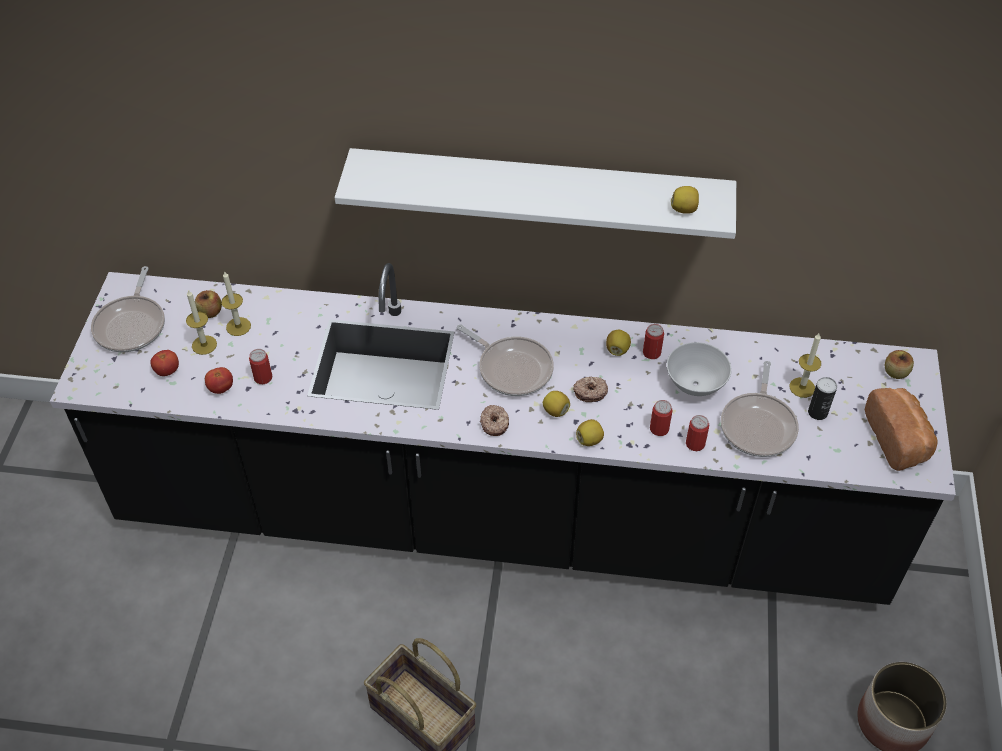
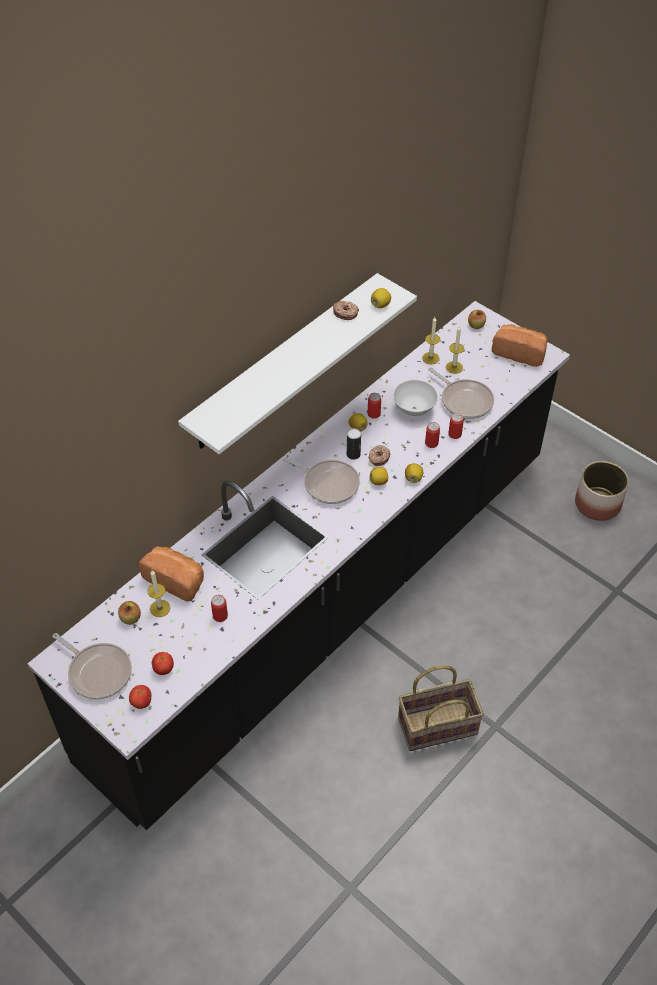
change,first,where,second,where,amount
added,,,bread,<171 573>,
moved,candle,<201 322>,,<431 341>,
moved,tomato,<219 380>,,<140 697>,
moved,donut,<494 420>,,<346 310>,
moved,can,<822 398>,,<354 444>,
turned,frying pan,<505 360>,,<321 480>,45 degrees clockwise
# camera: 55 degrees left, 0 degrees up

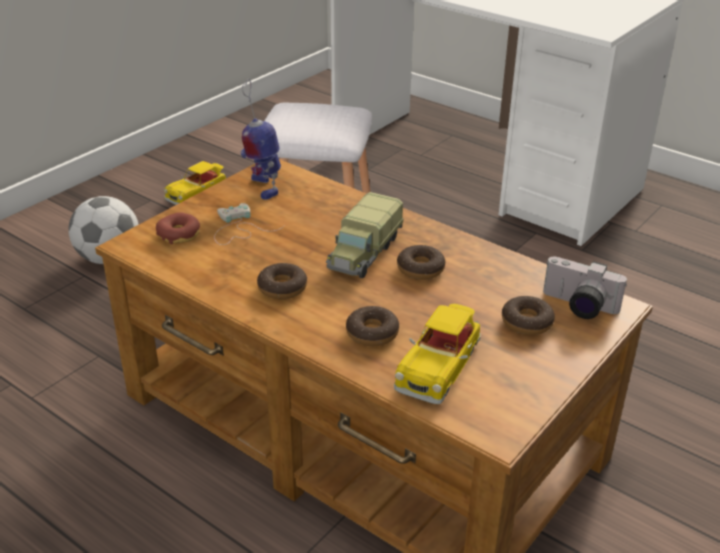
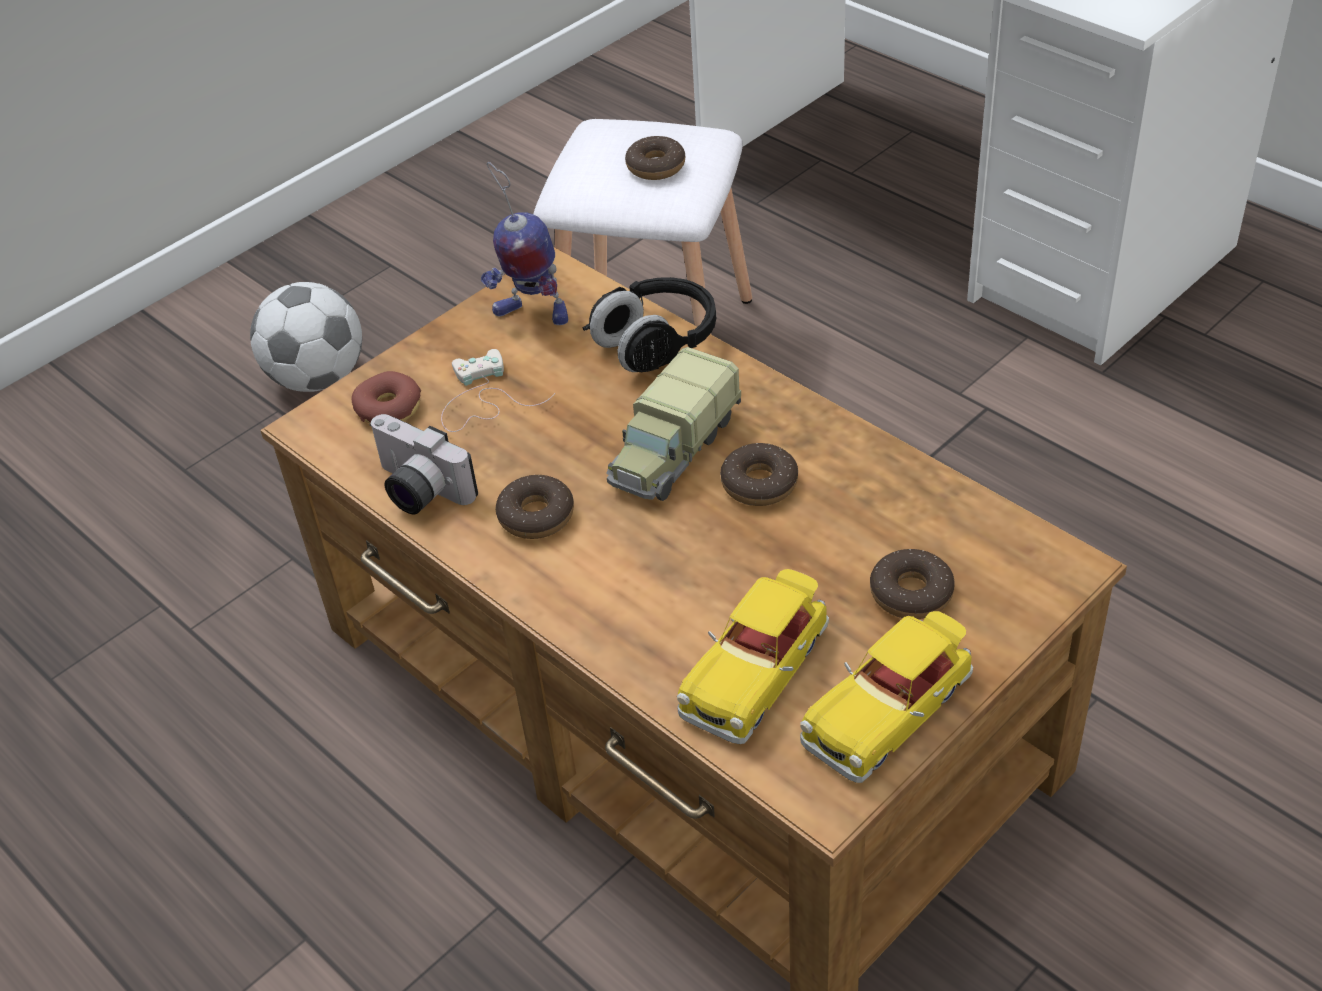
change,first,where,second,where,amount
added,,,headphones in black,<649 324>,
moved,toy car,<194 183>,,<886 697>,
moved,donut,<372 326>,,<655 158>,
moved,photo camera,<585 287>,,<424 464>,
turned,toy robot,<261 139>,,<524 243>,60 degrees counterclockwise
# camera: 10 degrees right, 10 degrees up

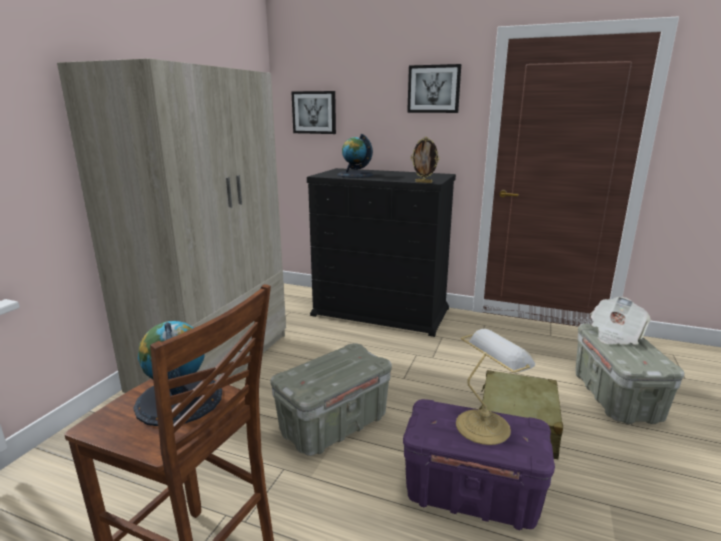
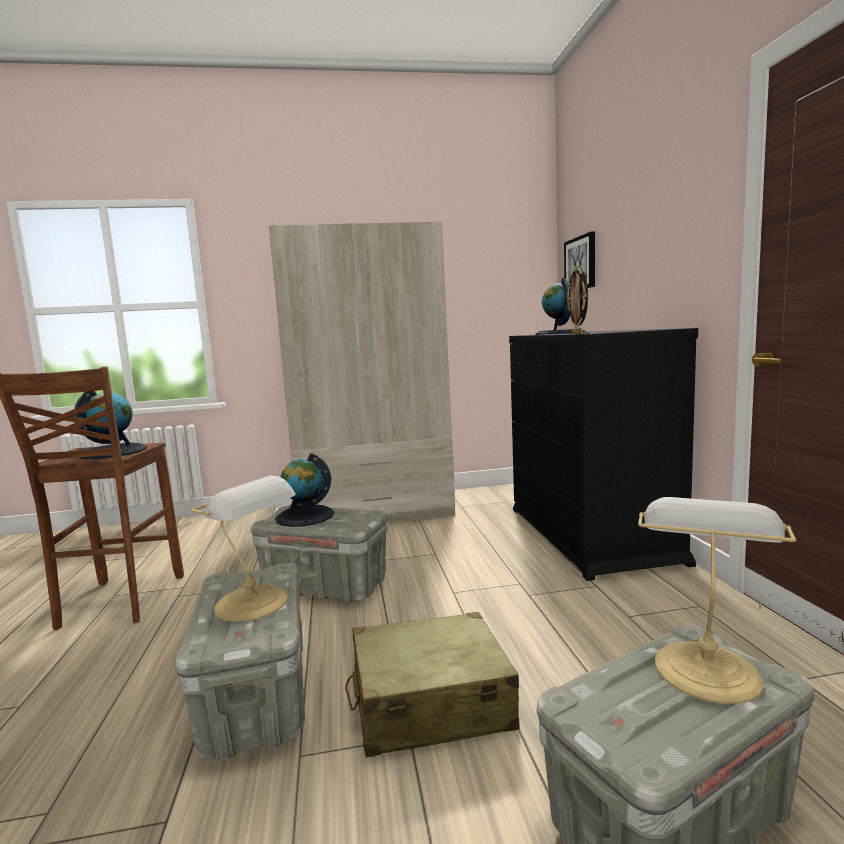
change,first,where,second,where,amount
removed,picture,<434 88>,,,
added,,,globe,<304 490>,
replaced,newspaper,<620 321>,table lamp,<717 600>,
recoloured,storage box in purple,<479 464>,storage box in grey,<239 662>,
# camera: 60 degrees right, 10 degrees down

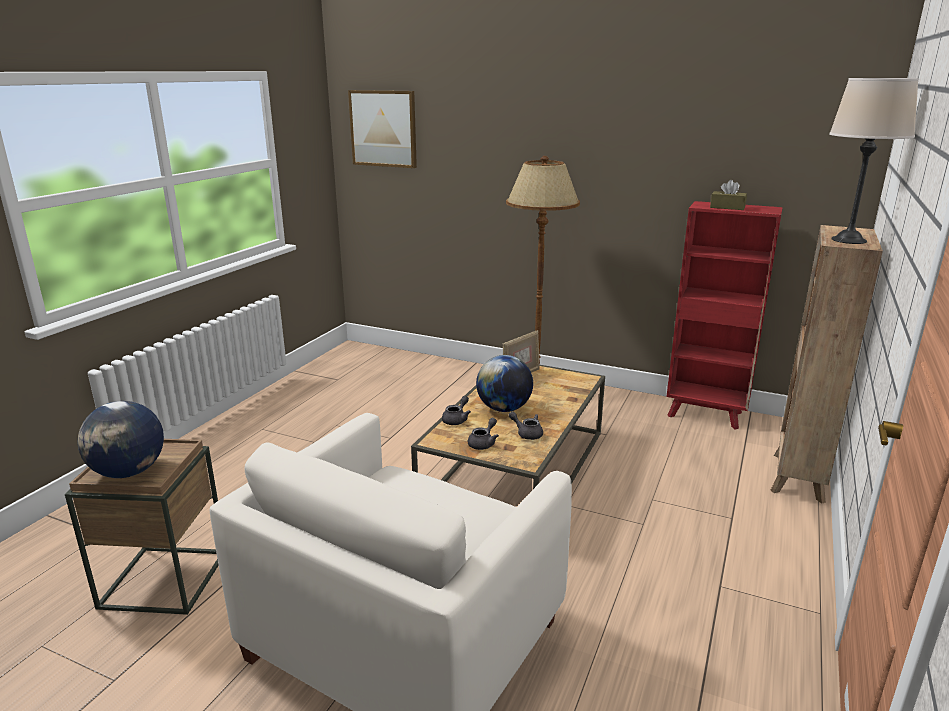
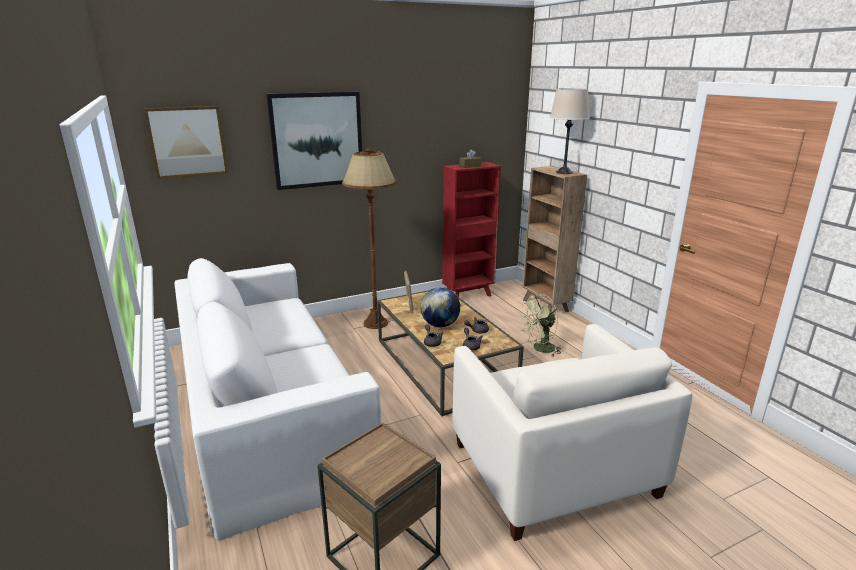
change,first,where,second,where,amount
removed,globe,<120 439>,,,
added,,,sofa in white,<277 399>,
added,,,picture,<314 141>,
added,,,fan in green,<542 325>,
# camera: 50 degrees left, 0 degrees up

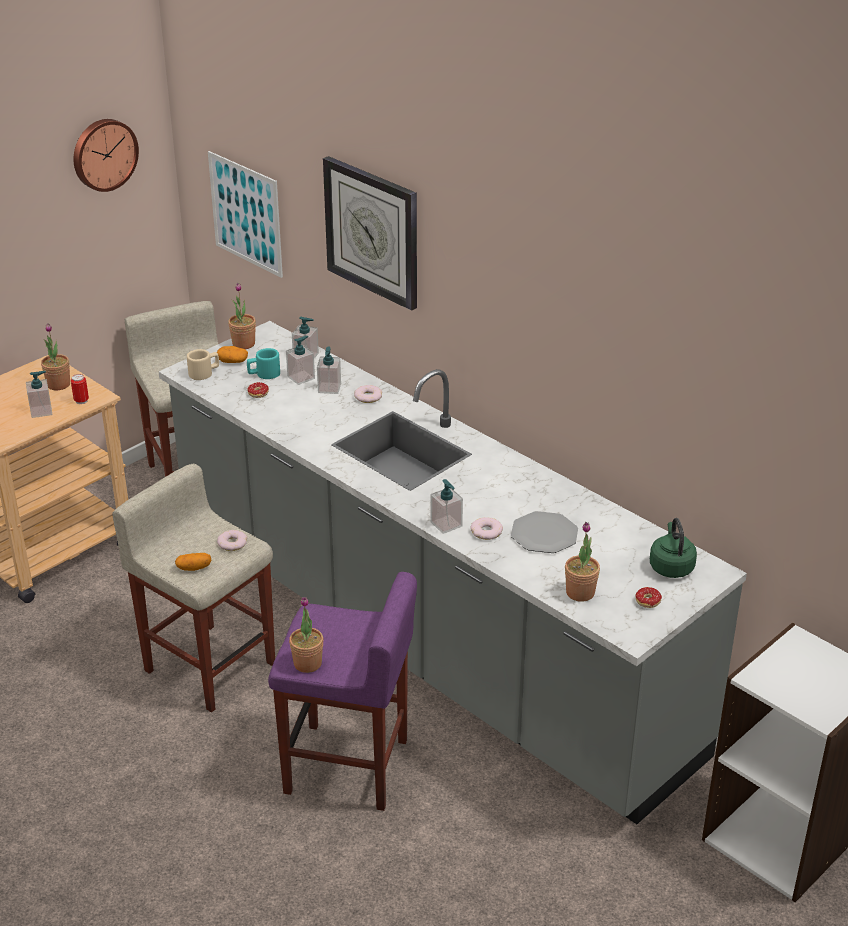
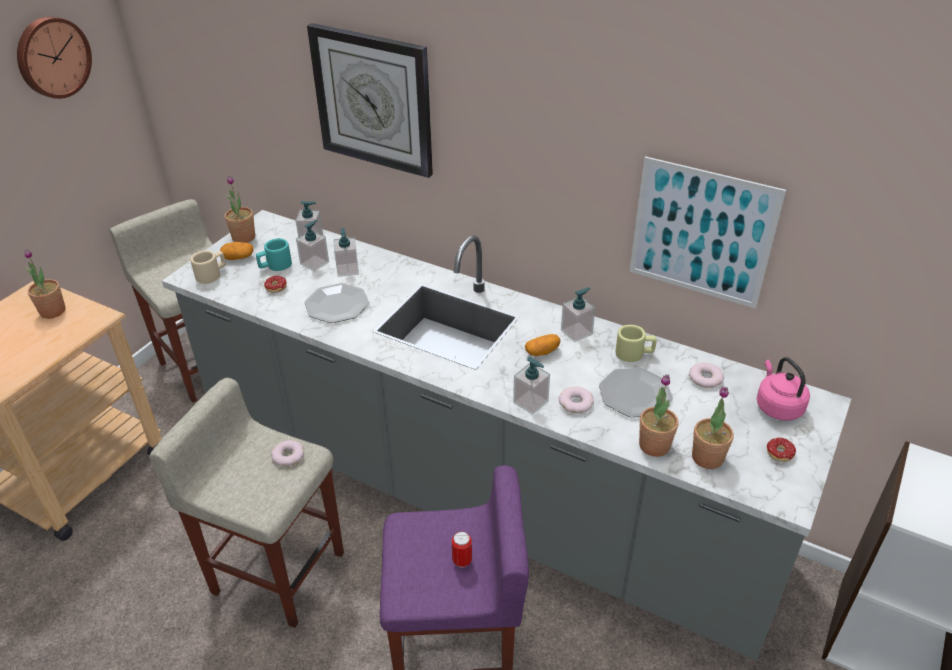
change,first,where,second,where,amount
added,,,plate,<336 303>,
added,,,mug in beige,<635 343>,
moved,soap dispenser,<39 394>,,<578 314>,
moved,can,<80 389>,,<462 549>,
moved,potato,<193 562>,,<542 345>,
moved,picture,<245 214>,,<708 232>,
moved,potted plant,<306 635>,,<659 416>,
moved,donut,<368 394>,,<706 375>,
recoloured,kettle in green,<673 548>,kettle in pink,<783 389>,
# camera: 15 degrees left, 5 degrees up

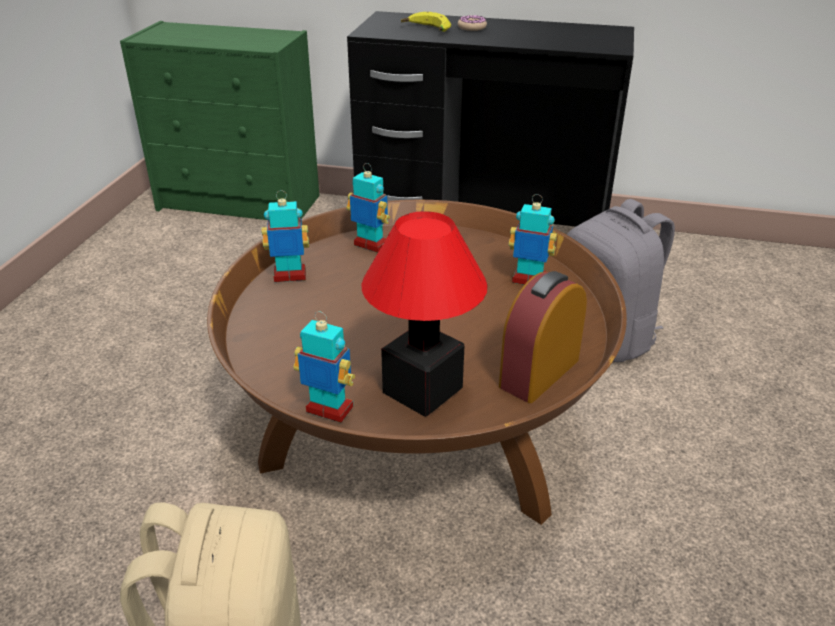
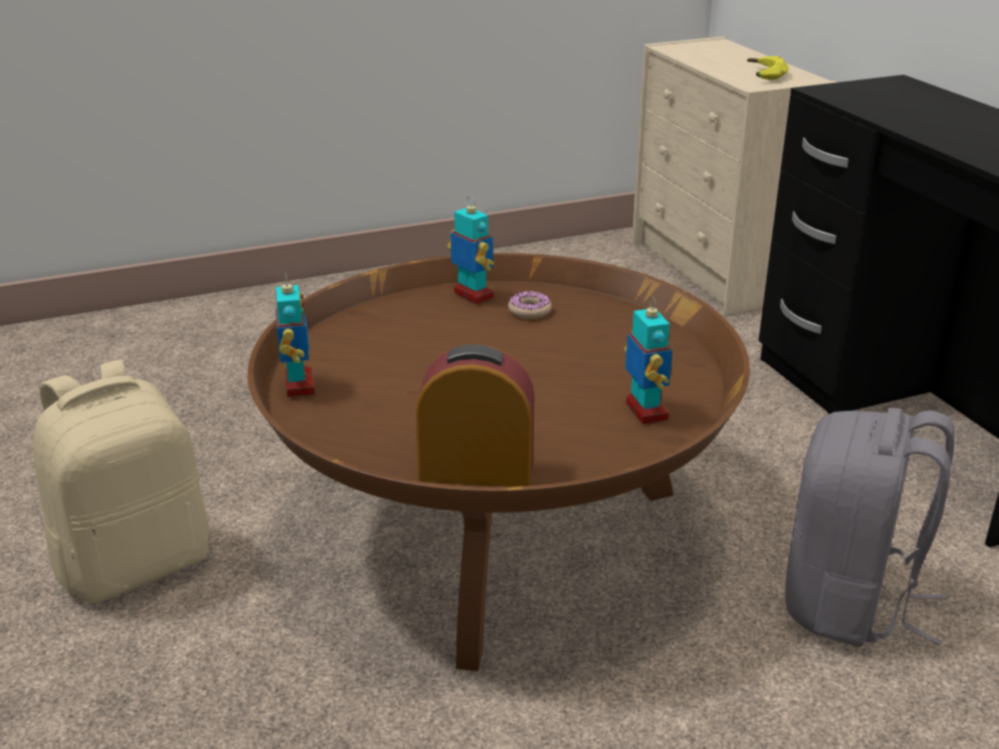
change,first,where,second,where,amount
removed,toy robot,<368 208>,,,
removed,table lamp,<425 314>,,,
moved,banana,<426 22>,,<768 68>,
moved,donut,<472 23>,,<530 305>,
recoloured,dresser in green,<219 120>,dresser in beige,<734 176>,
# camera: 55 degrees right, 5 degrees down

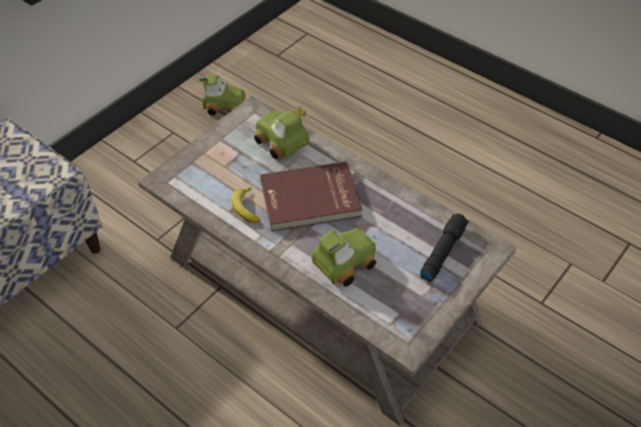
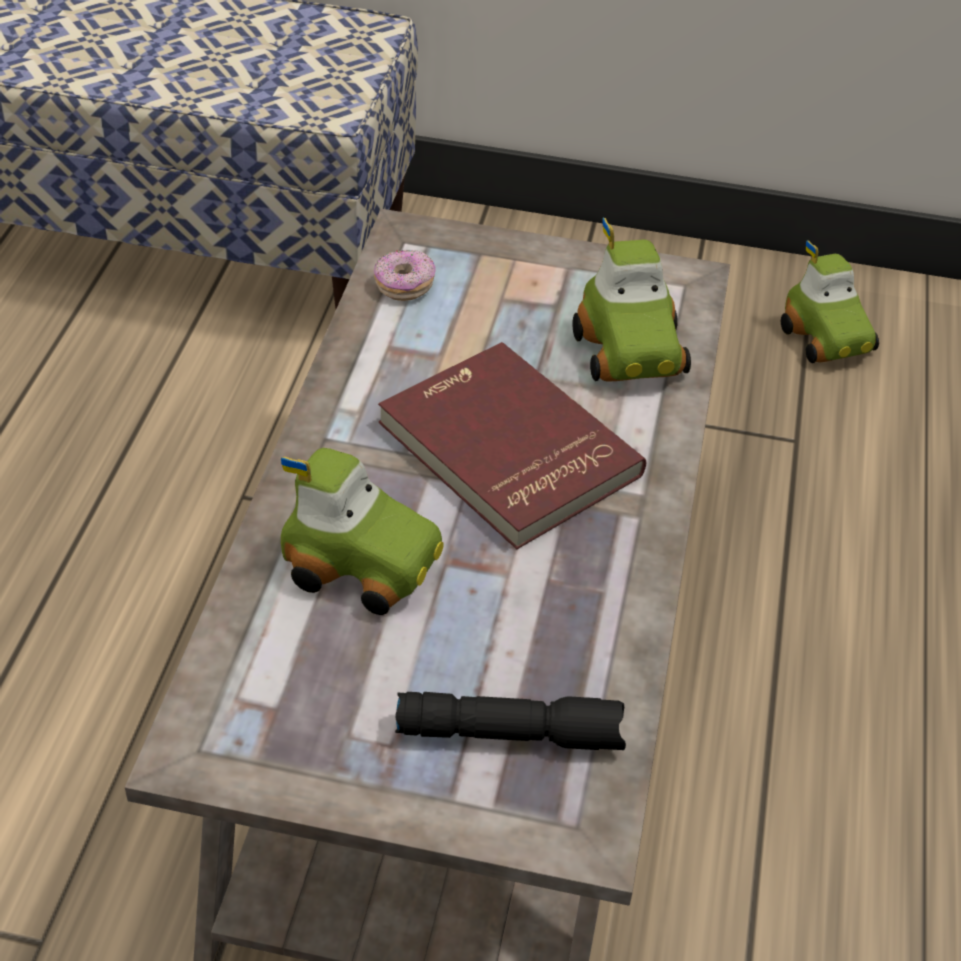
change,first,where,second,where,amount
removed,banana,<246 205>,,,
added,,,donut,<405 275>,
turned,toy car,<281 132>,,<631 300>,150 degrees clockwise
# camera: 60 degrees right, 5 degrees down

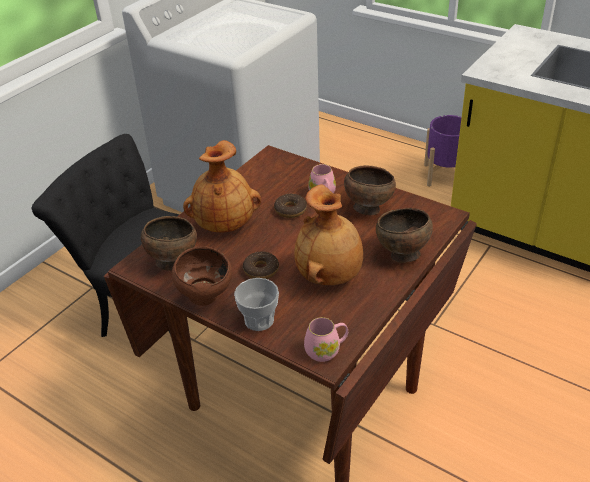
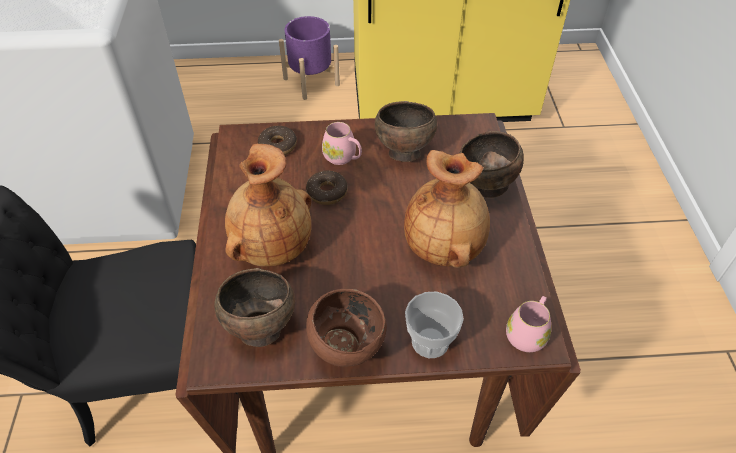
change,first,where,second,where,amount
moved,donut,<261 265>,,<277 140>,
# camera: 40 degrees left, 10 degrees up

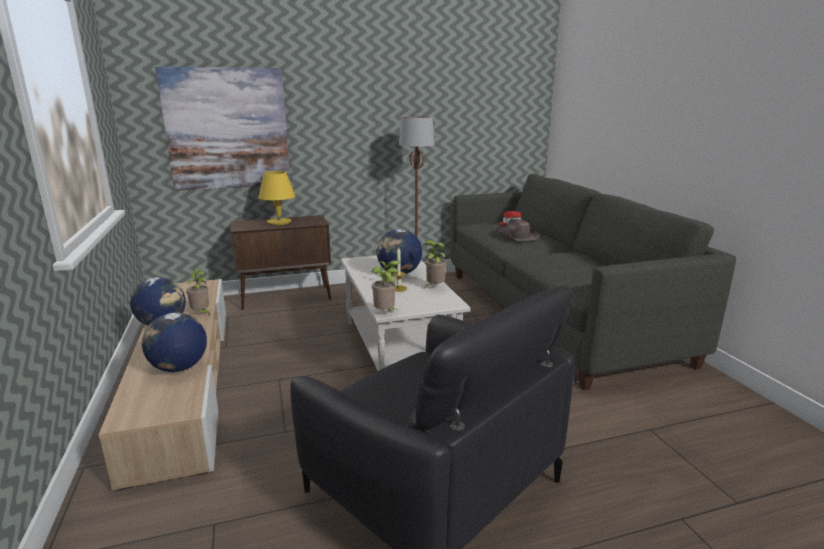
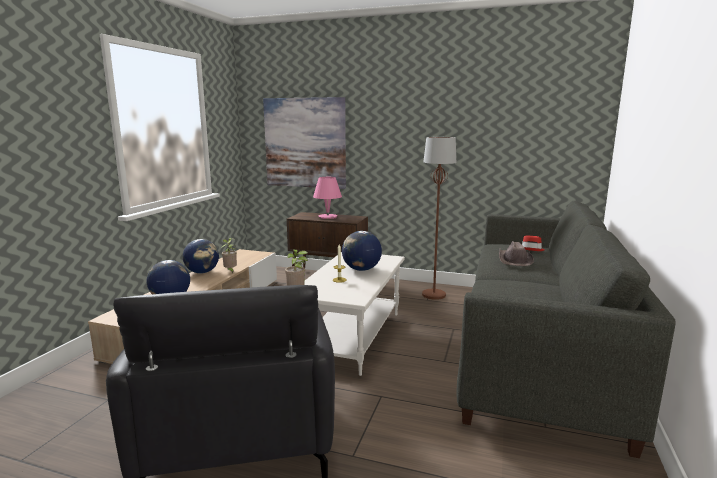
change,first,where,second,where,amount
removed,potted plant,<434 264>,,,
recoloured,table lamp in yellow,<276 198>,table lamp in pink,<327 198>,
# camera: 35 degrees right, 5 degrees down

